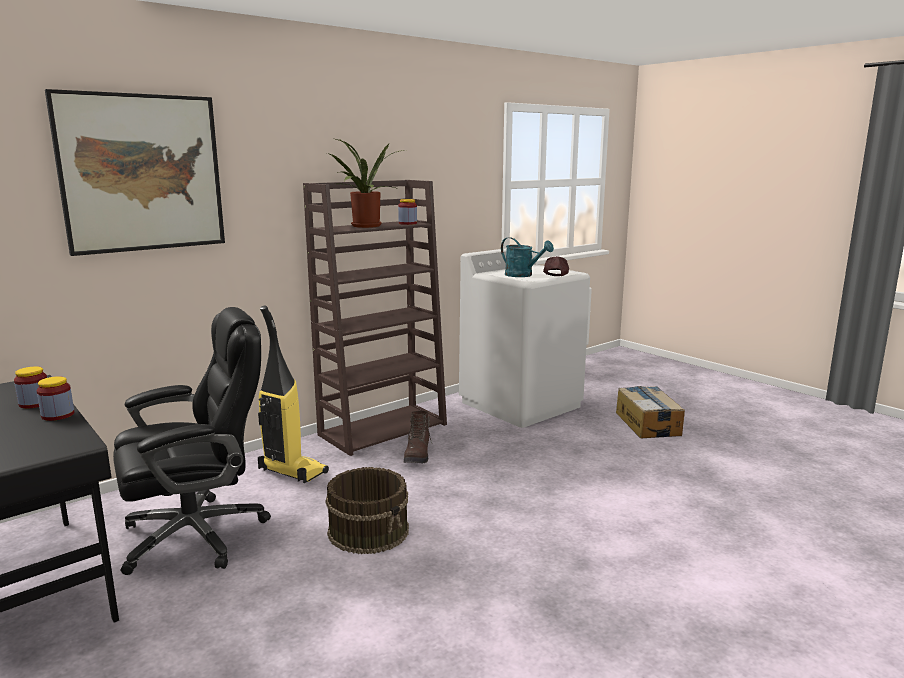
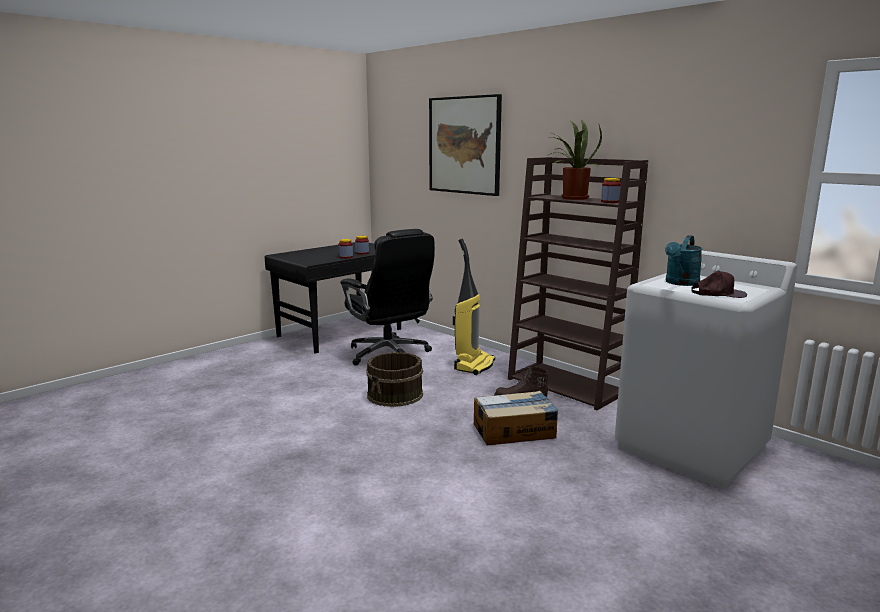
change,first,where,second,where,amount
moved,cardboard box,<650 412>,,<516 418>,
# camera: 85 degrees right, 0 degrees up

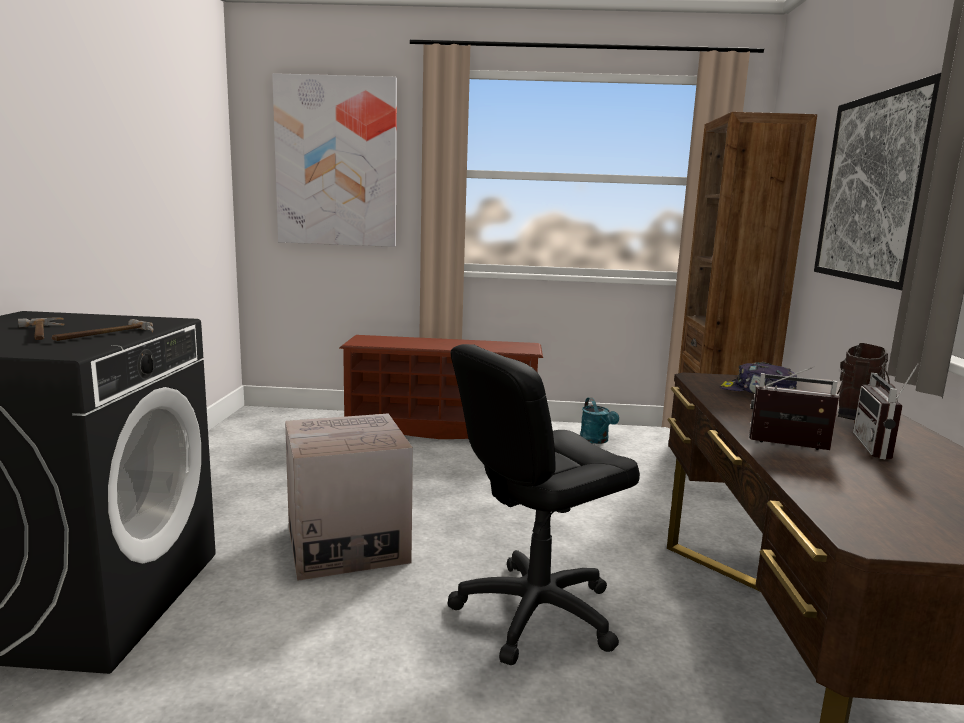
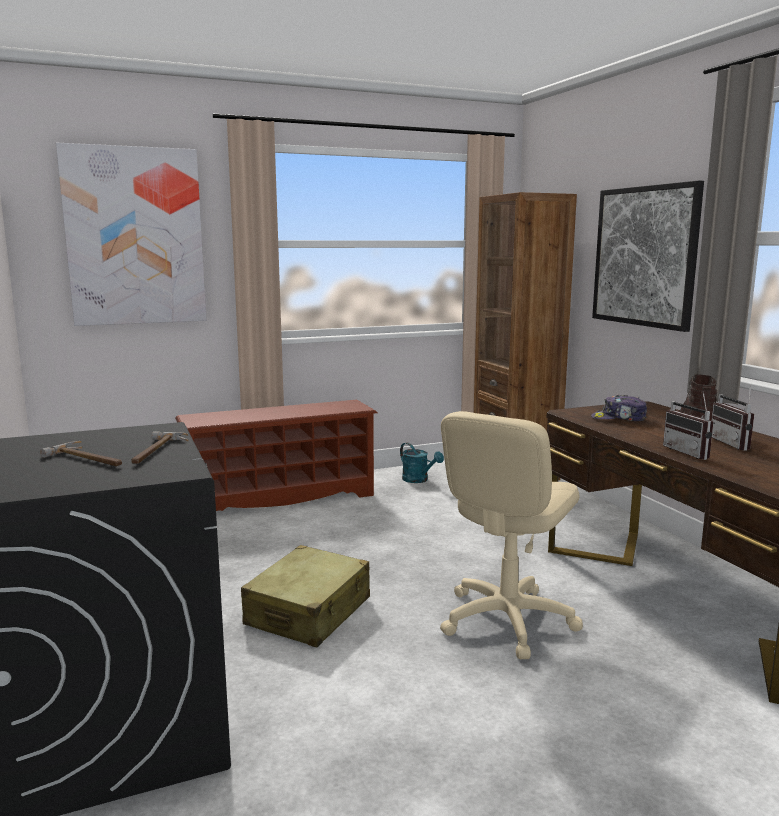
change,first,where,second,where,amount
replaced,cardboard box,<349 497>,suitcase in beige,<305 596>,
recoloured,office chair in black,<544 504>,office chair in beige,<511 535>,
turned,radio,<794 408>,,<688 425>,105 degrees counterclockwise
# camera: 25 degrees left, 0 degrees up

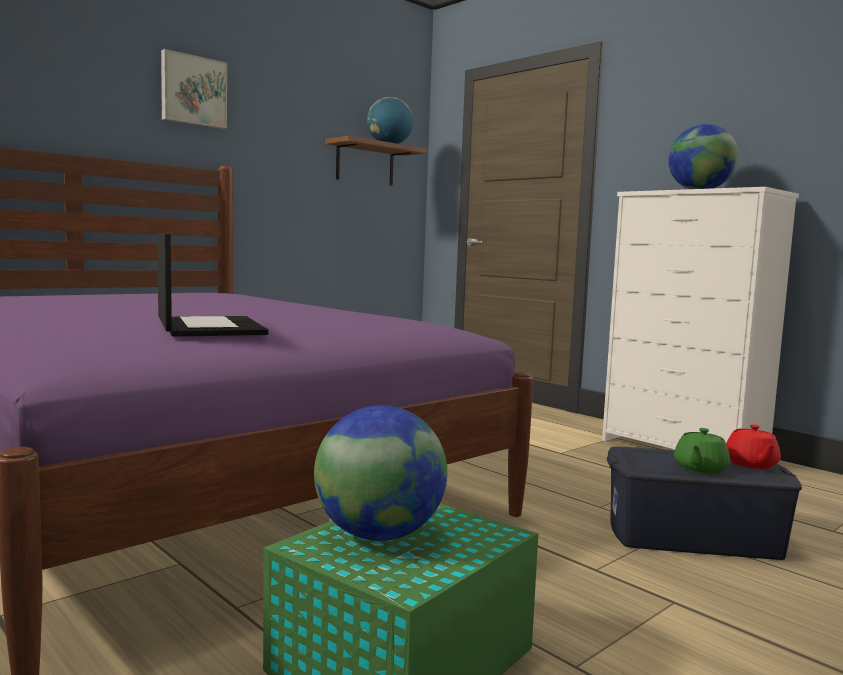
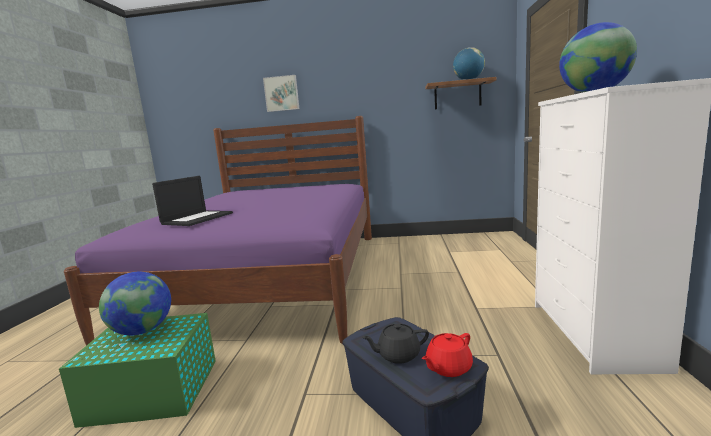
change,first,where,second,where,amount
moved,picture,<194 89>,,<281 93>,
recoloured,teapot in green,<702 451>,teapot in black,<395 344>,
# camera: 50 degrees right, 5 degrees up

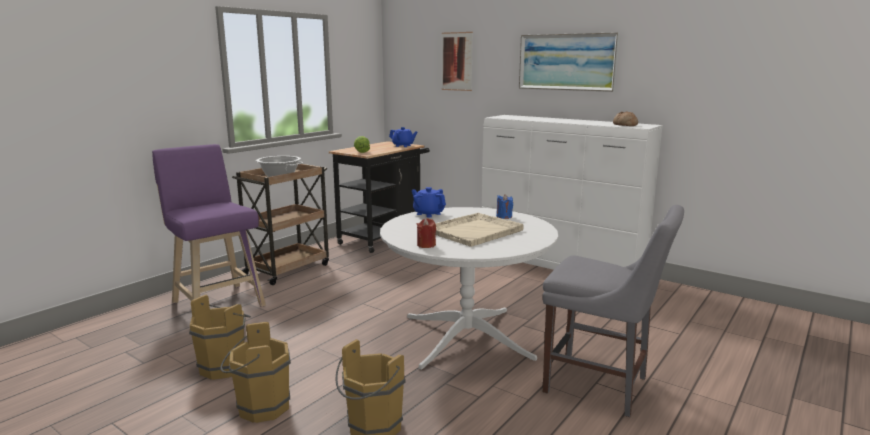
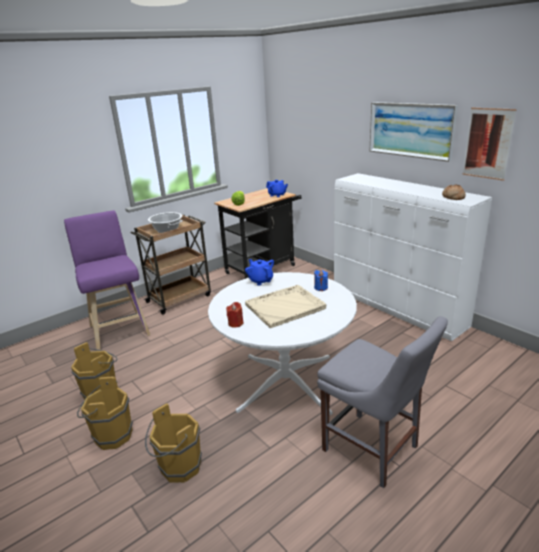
change,first,where,second,where,amount
moved,picture,<457 61>,,<489 144>,
# camera: 15 degrees right, 10 degrees up

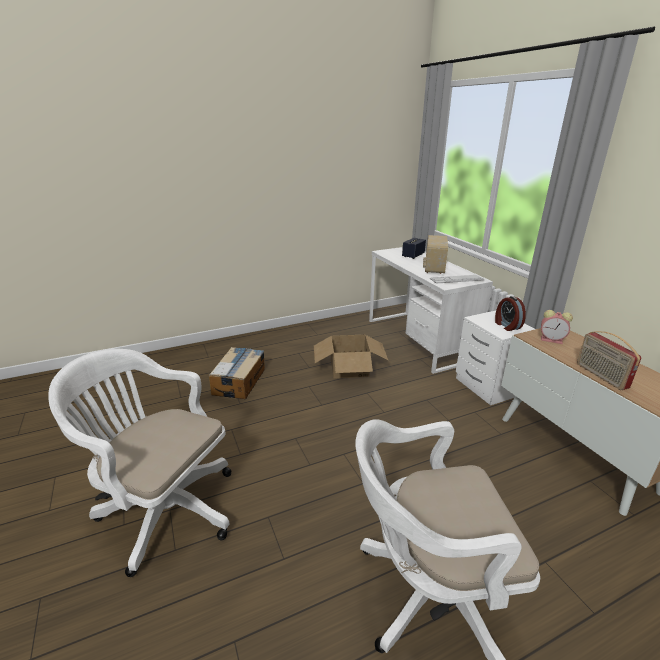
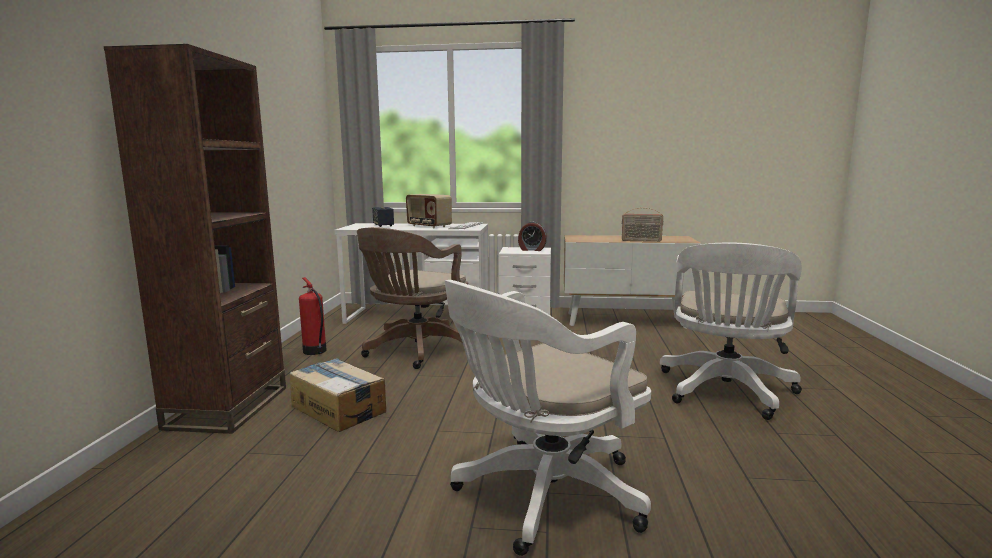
change,first,where,second,where,amount
removed,alarm clock,<557 327>,,,
added,,,bookcase in brown,<195 239>,
added,,,fire extinguisher,<312 316>,
replaced,cardboard box,<351 357>,office chair in brown,<412 298>,
# camera: 60 degrees left, 15 degrees down

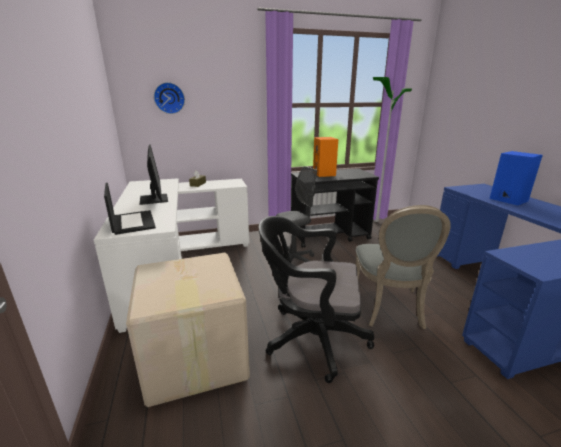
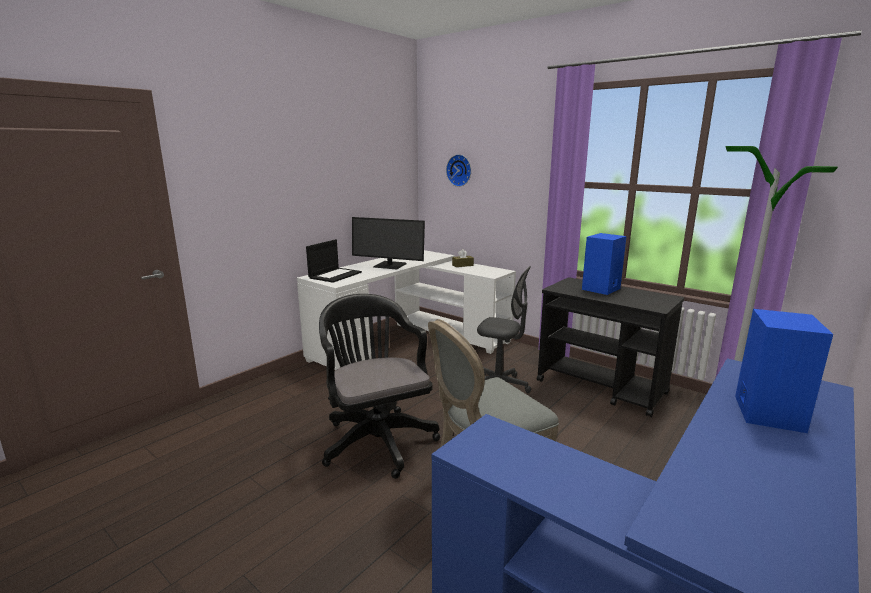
change,first,where,second,where,amount
removed,cardboard box,<188 330>,,,
recoloured,speaker in orange,<325 157>,speaker in blue,<604 264>,
turned,monitor,<153 174>,,<388 243>,75 degrees clockwise
# camera: 55 degrees right, 5 degrees down

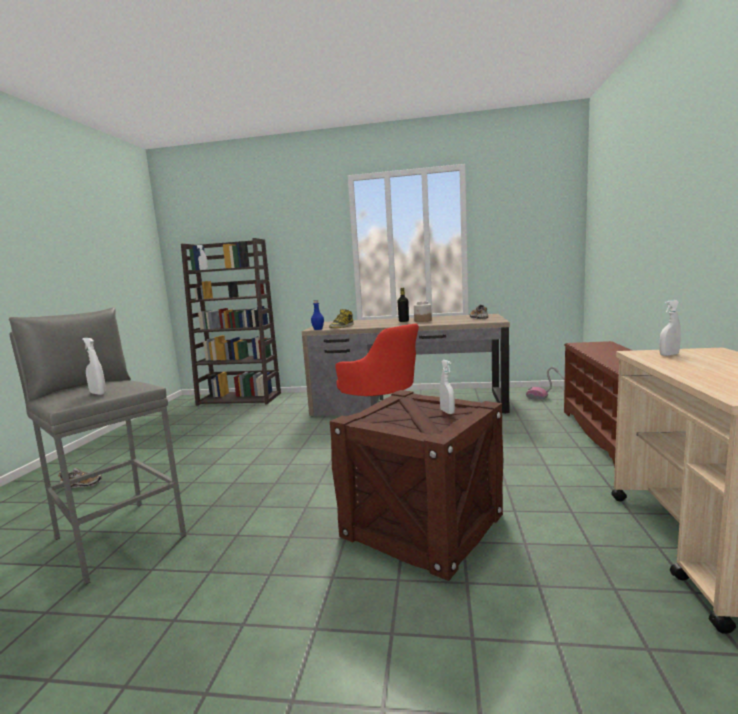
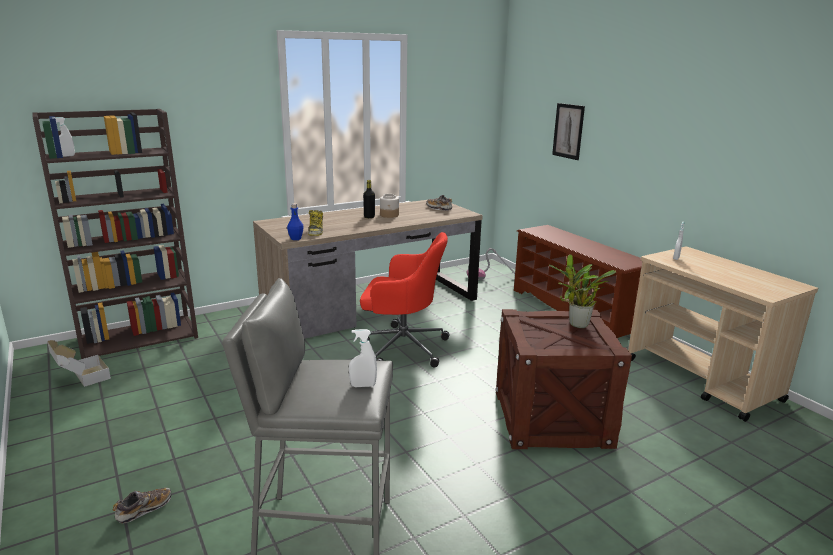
change,first,where,second,where,amount
added,,,cardboard box,<79 363>,
added,,,picture,<568 131>,
replaced,spray bottle in white,<447 387>,potted plant,<582 291>,
# camera: 40 degrees left, 10 degrees up

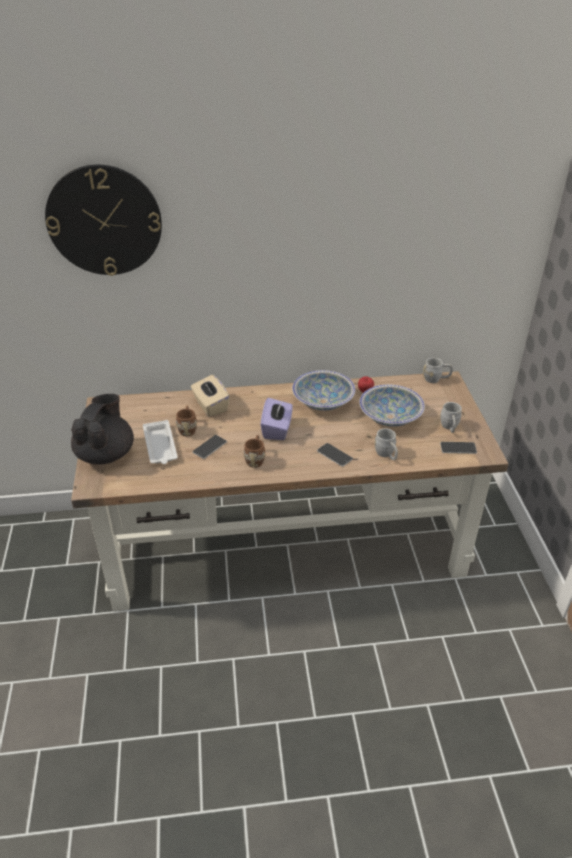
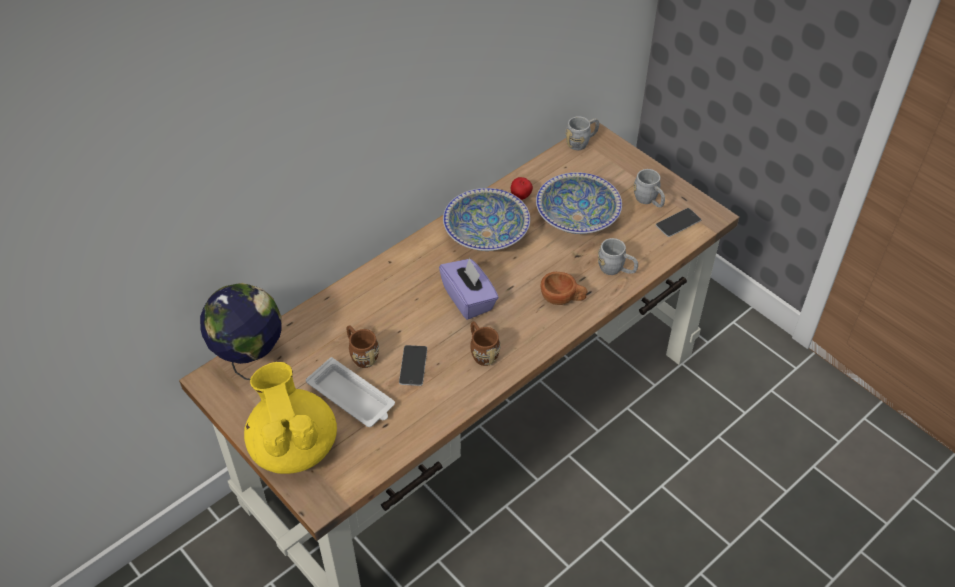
change,first,where,second,where,amount
removed,wall clock,<103 220>,,,
removed,tissue box in beige,<210 396>,,,
added,,,globe,<241 331>,
replaced,phone,<335 455>,cup in brown,<563 288>,
recoloured,teapot in black,<102 429>,teapot in yellow,<290 418>,
# camera: 35 degrees left, 10 degrees up

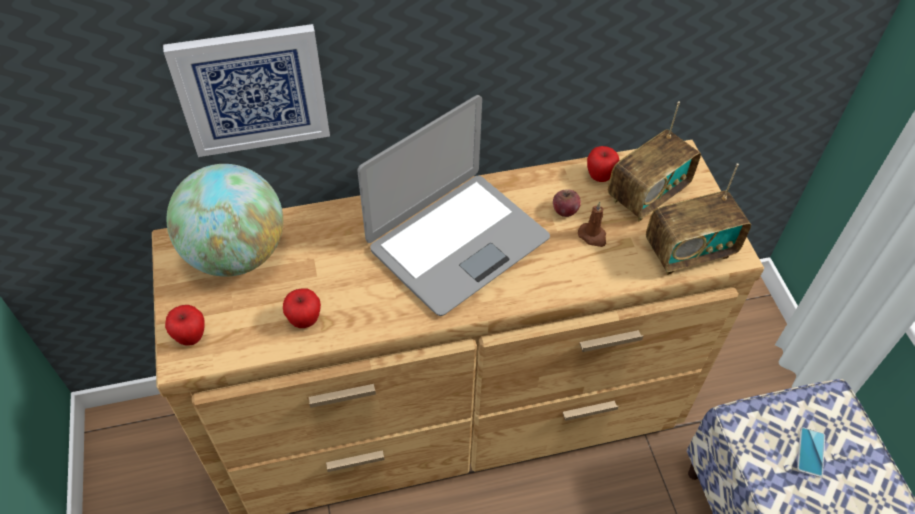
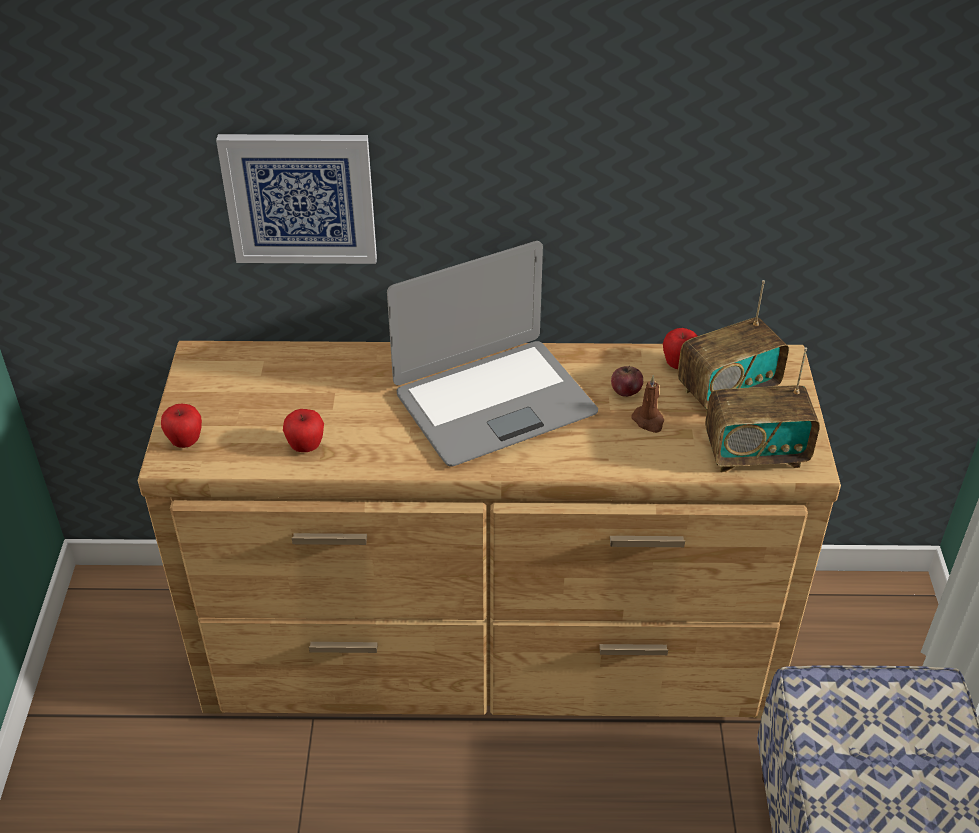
change,first,where,second,where,amount
removed,globe,<225 220>,,,
removed,phone,<811 452>,,,
# camera: 15 degrees right, 10 degrees down

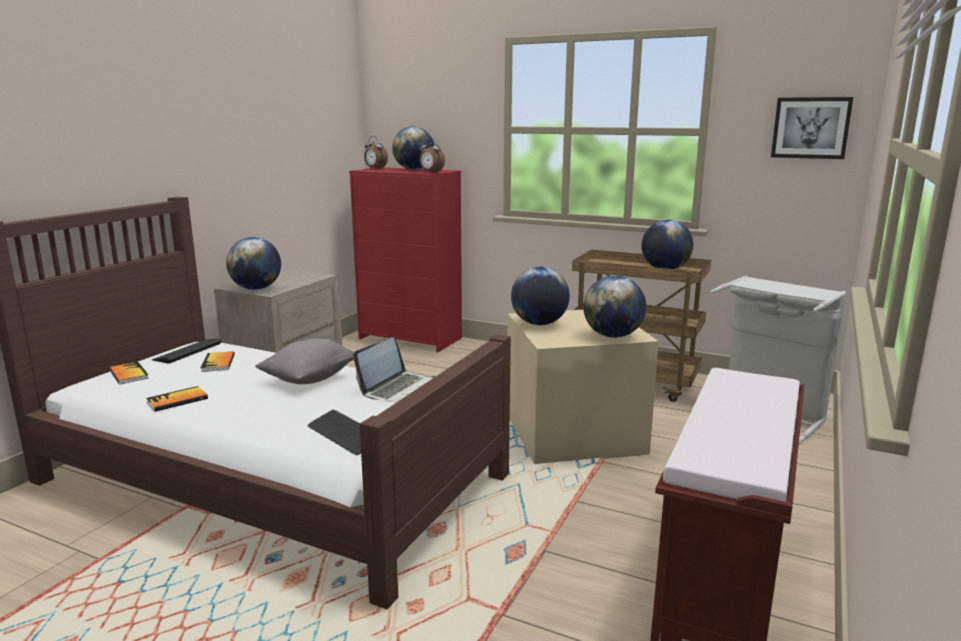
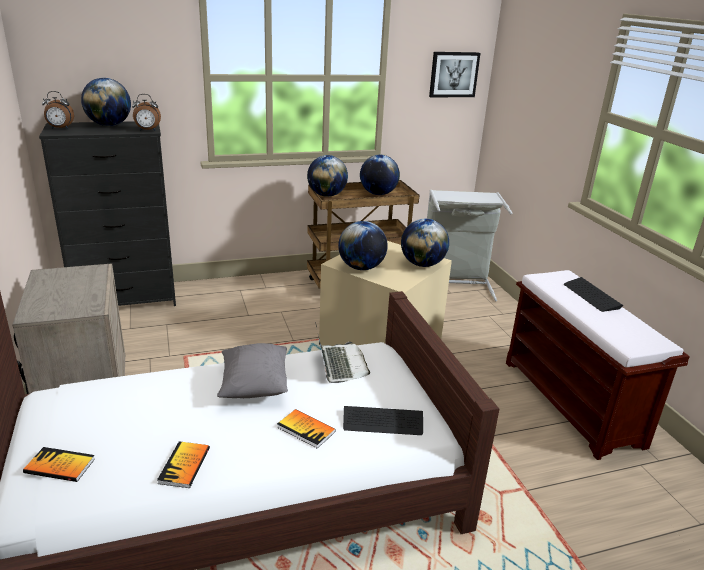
change,first,where,second,where,amount
moved,keyboard,<187 351>,,<593 294>,
moved,book,<218 361>,,<306 428>,
moved,globe,<253 263>,,<327 176>,
recoloured,dresser in red,<405 259>,dresser in black,<107 213>,
# camera: 45 degrees left, 10 degrees up

